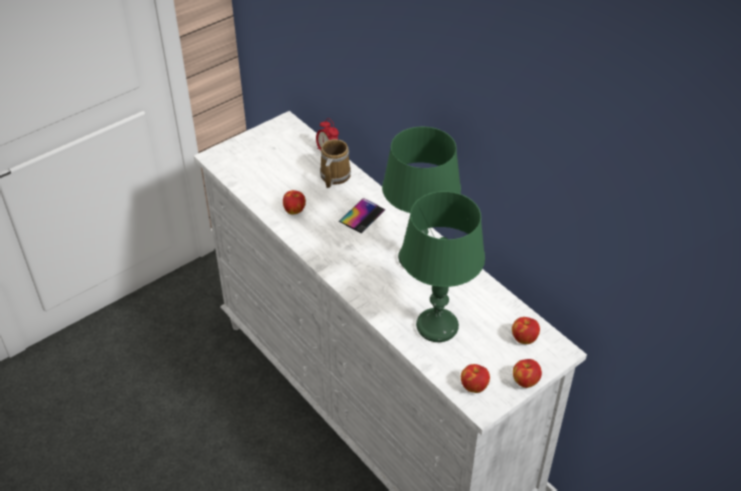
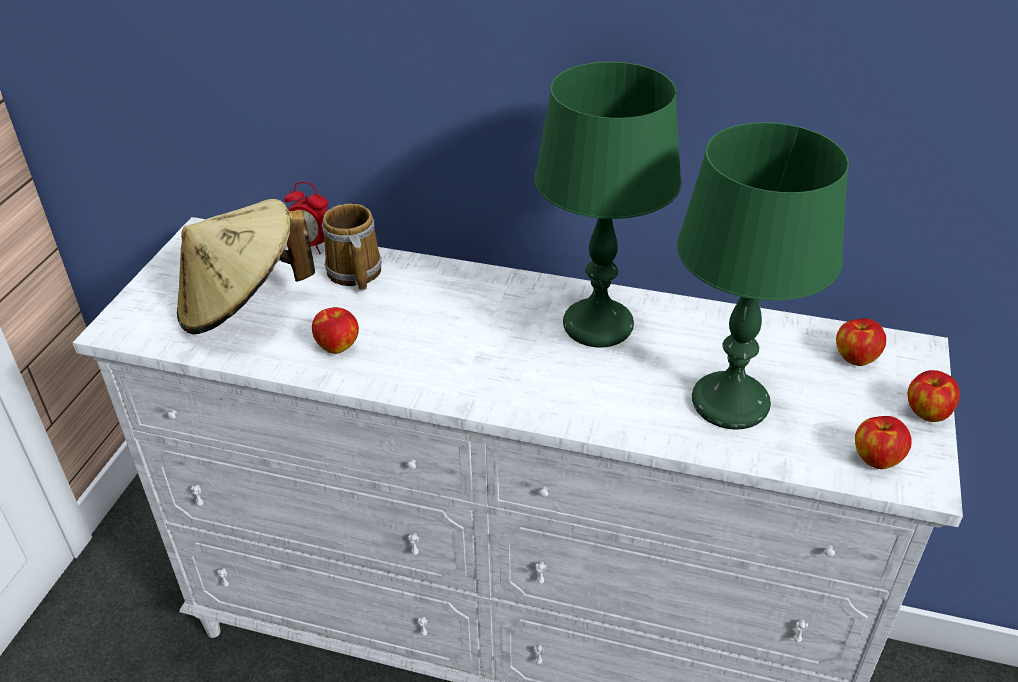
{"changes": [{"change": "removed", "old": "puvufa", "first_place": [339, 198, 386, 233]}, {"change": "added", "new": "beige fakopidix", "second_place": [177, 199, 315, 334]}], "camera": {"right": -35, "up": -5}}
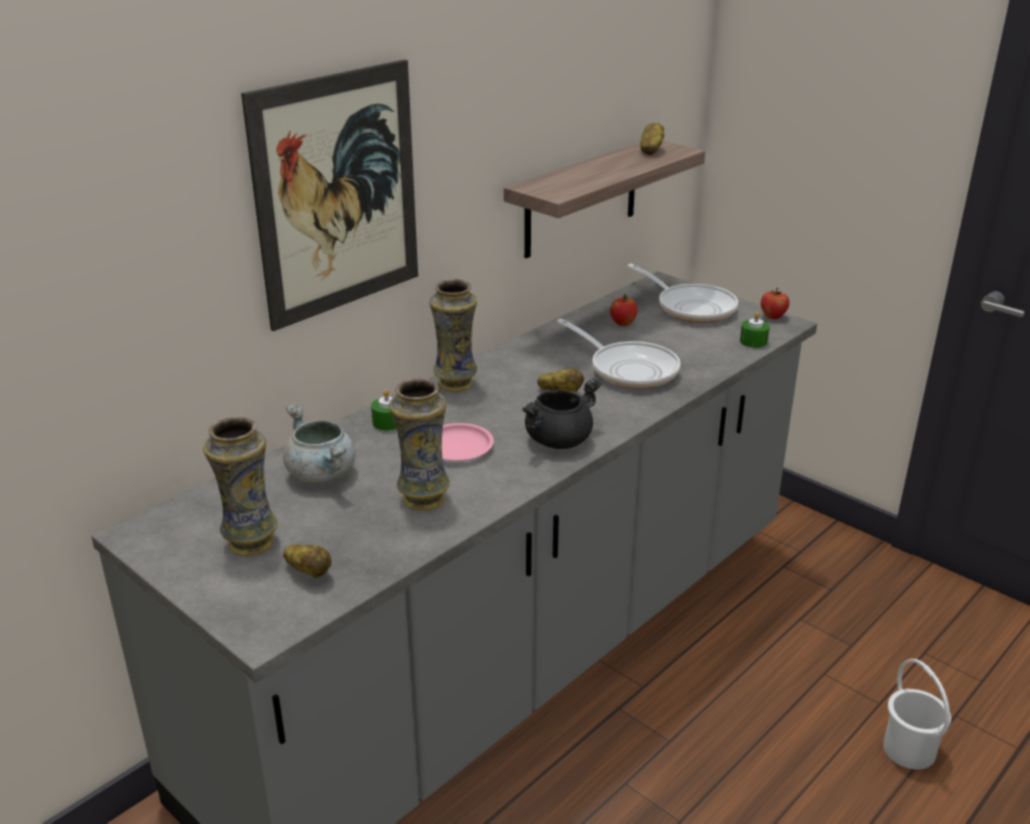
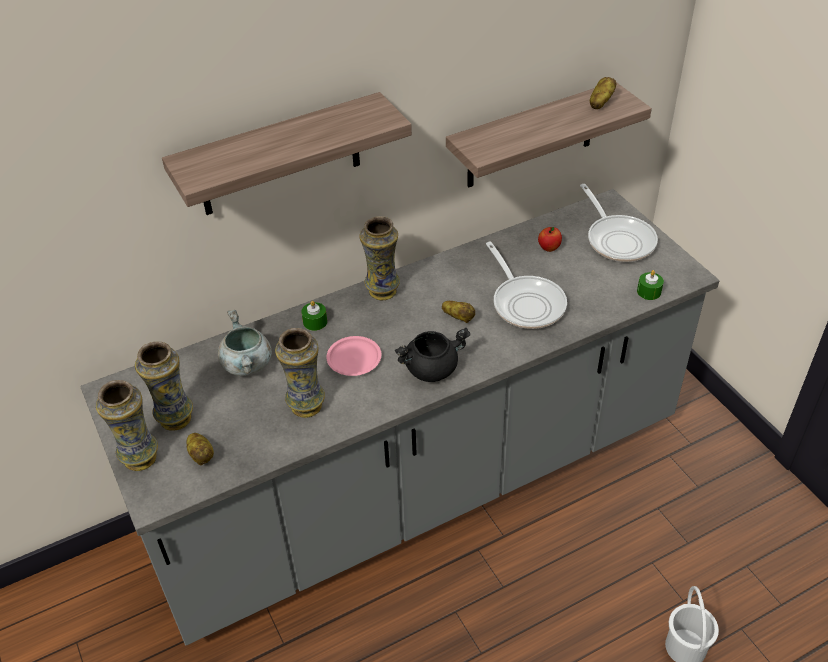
{"changes": [{"change": "replaced", "old": "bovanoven", "new": "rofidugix", "first_place": [241, 59, 418, 331], "second_place": [162, 92, 412, 215]}, {"change": "removed", "old": "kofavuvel", "first_place": [761, 288, 789, 319]}, {"change": "added", "new": "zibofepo", "second_place": [96, 380, 158, 471]}], "camera": {"right": 20, "up": 15}}
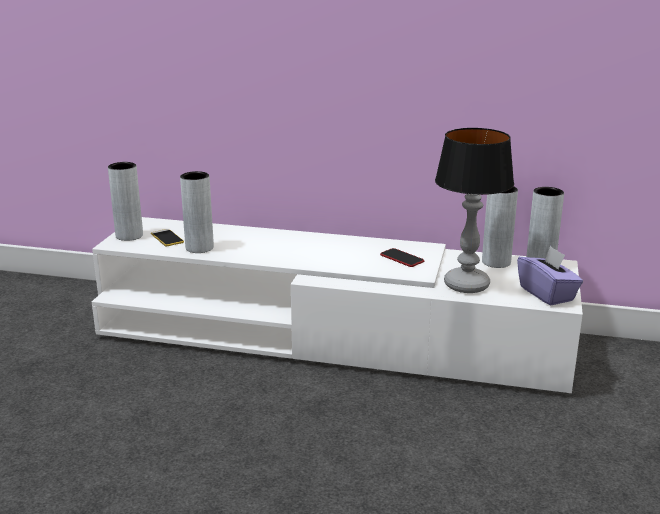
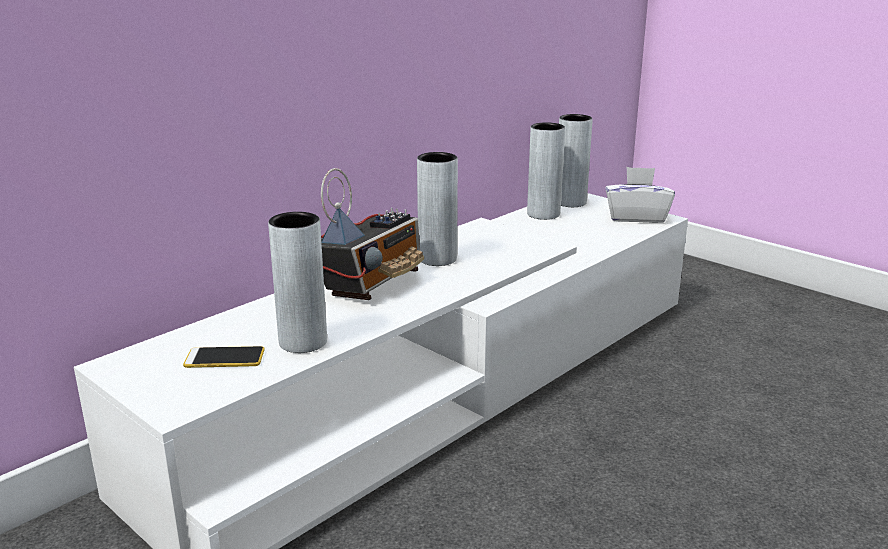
{"changes": [{"change": "moved", "old": "grey zibofepo", "first_place": [108, 162, 143, 241], "second_place": [417, 152, 458, 266]}, {"change": "removed", "old": "puvufa", "first_place": [380, 248, 424, 267]}, {"change": "removed", "old": "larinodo", "first_place": [435, 128, 514, 293]}, {"change": "recoloured", "old": "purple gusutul", "new": "white gusutul", "first_place": [517, 246, 583, 306], "second_place": [605, 167, 675, 223]}, {"change": "added", "new": "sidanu", "second_place": [321, 168, 424, 300]}], "camera": {"right": -60, "up": 0}}
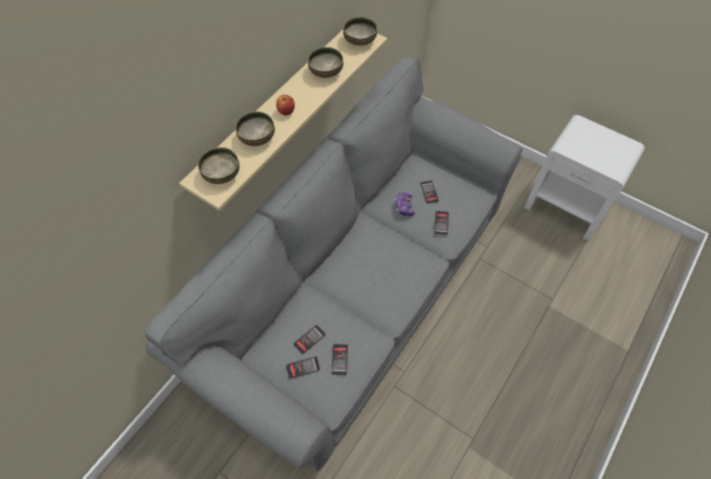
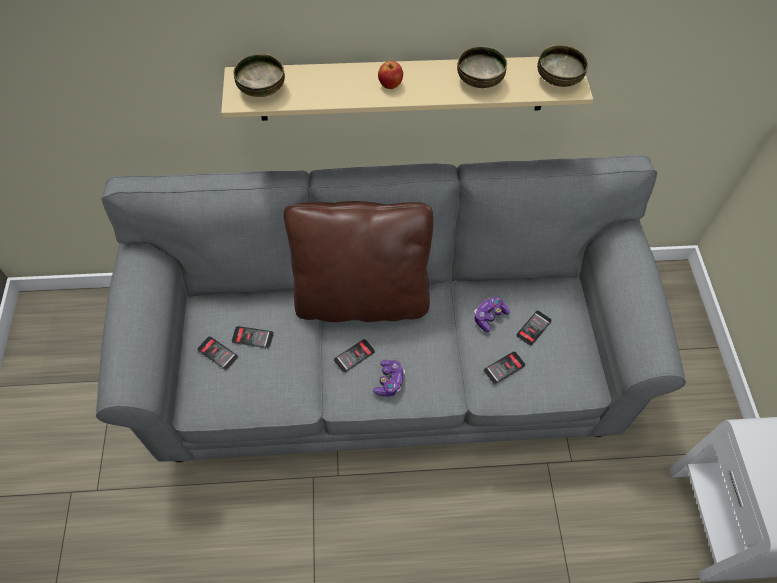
{"changes": [{"change": "removed", "old": "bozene", "first_place": [235, 112, 275, 146]}, {"change": "moved", "old": "puvufa", "first_place": [331, 344, 348, 375], "second_place": [333, 339, 375, 373]}, {"change": "added", "new": "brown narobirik", "second_place": [284, 201, 433, 322]}, {"change": "added", "new": "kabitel", "second_place": [373, 360, 405, 396]}], "camera": {"right": 50, "up": 0}}
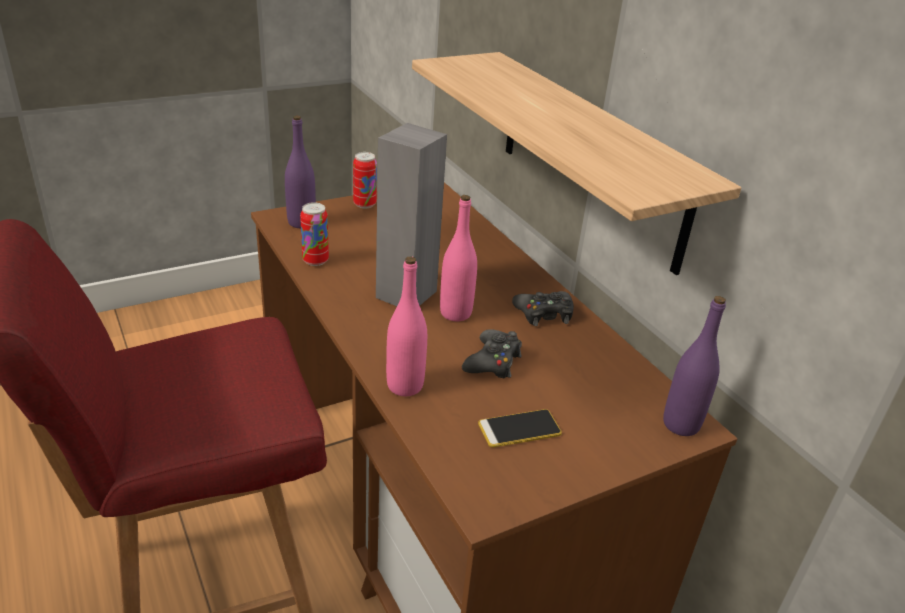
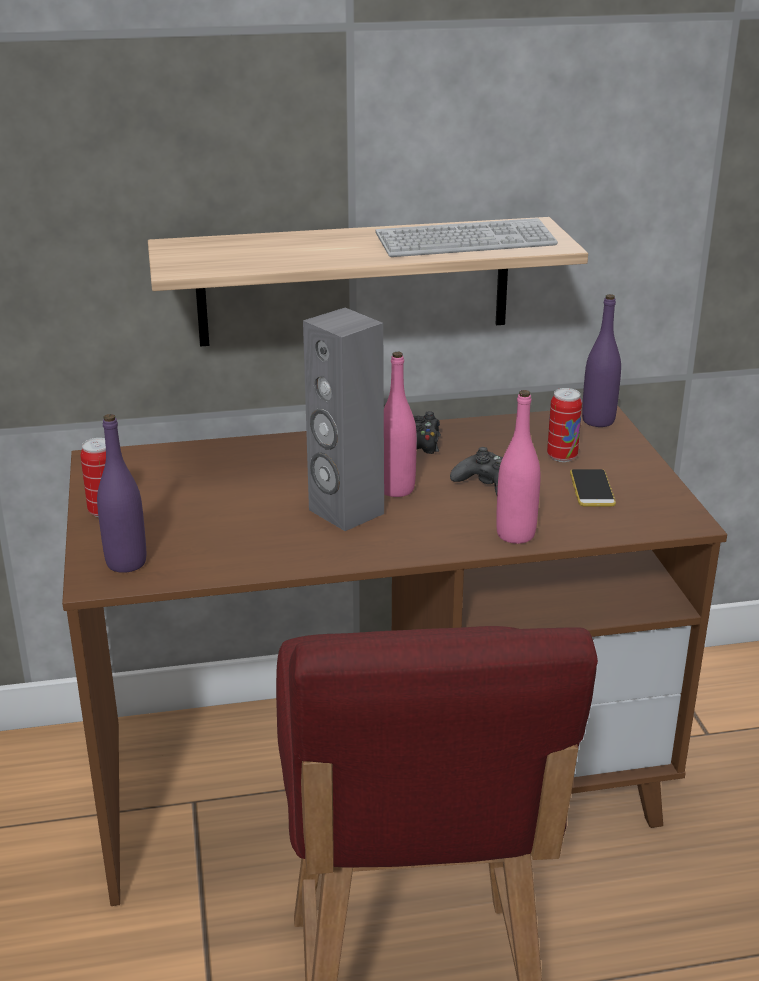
{"changes": [{"change": "moved", "old": "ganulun", "first_place": [300, 202, 329, 266], "second_place": [547, 388, 582, 462]}, {"change": "added", "new": "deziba", "second_place": [375, 218, 558, 257]}], "camera": {"right": -70, "up": -5}}
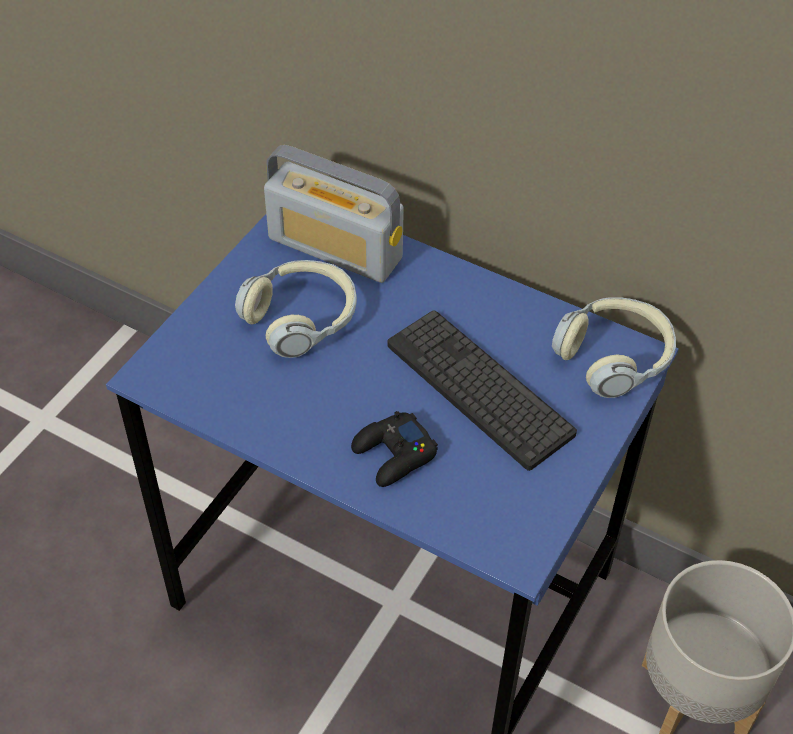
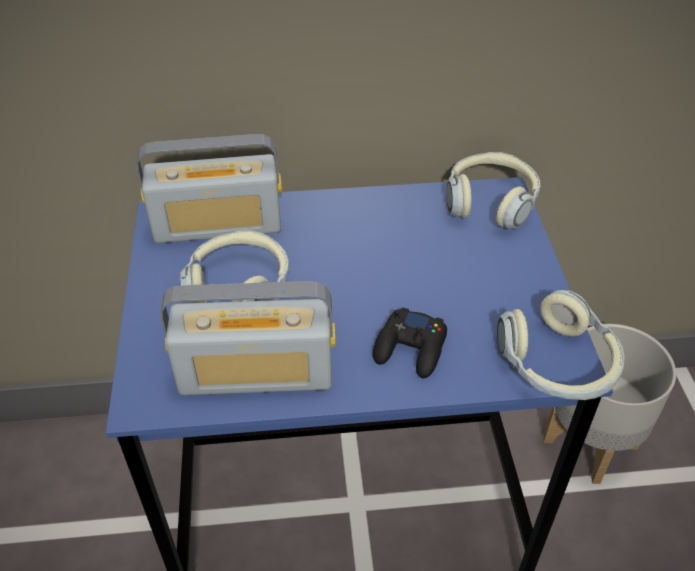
{"changes": [{"change": "removed", "old": "deziba", "first_place": [387, 310, 577, 471]}, {"change": "added", "new": "sidanu", "second_place": [160, 281, 335, 395]}, {"change": "added", "new": "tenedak", "second_place": [497, 290, 625, 400]}], "camera": {"right": -35, "up": -5}}
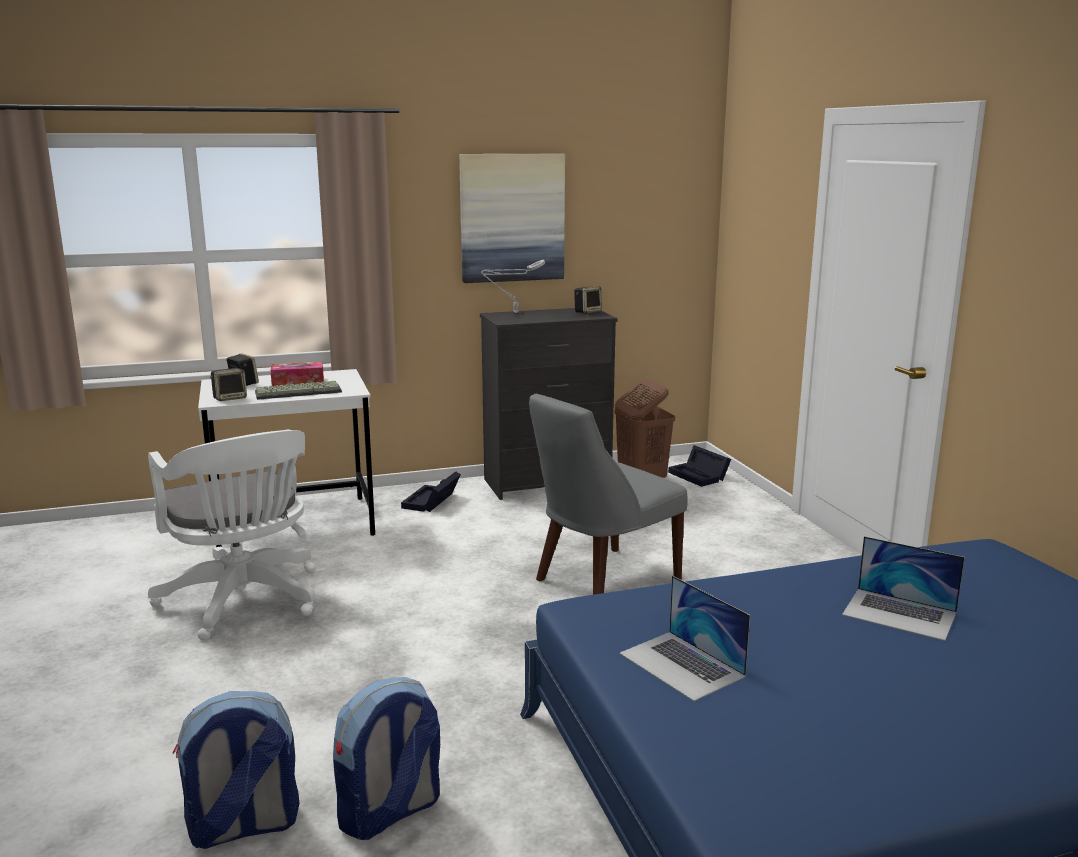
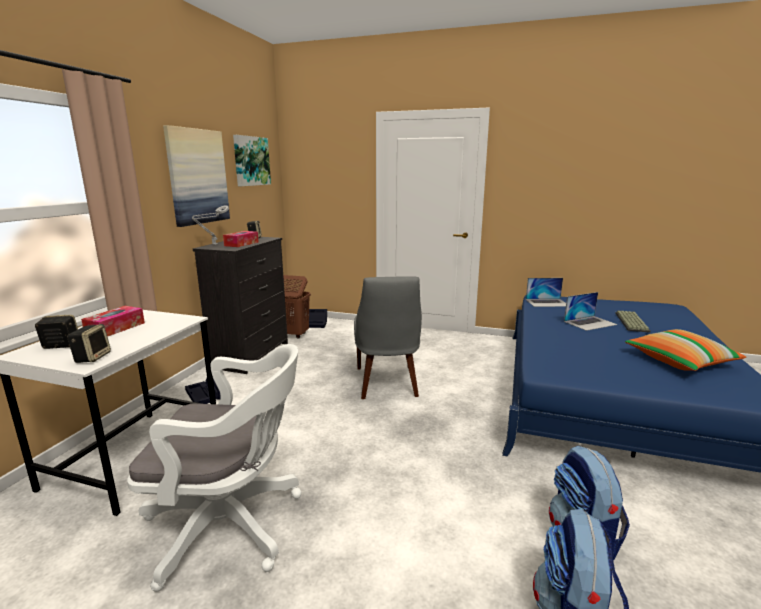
{"changes": [{"change": "moved", "old": "deziba", "first_place": [255, 381, 342, 400], "second_place": [615, 310, 651, 333]}, {"change": "moved", "old": "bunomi", "first_place": [619, 576, 750, 701], "second_place": [526, 278, 566, 307]}, {"change": "added", "new": "gusutul", "second_place": [223, 231, 259, 247]}, {"change": "added", "new": "bovanoven", "second_place": [233, 135, 271, 186]}, {"change": "added", "new": "narobirik", "second_place": [625, 329, 746, 371]}], "camera": {"right": -55, "up": 0}}
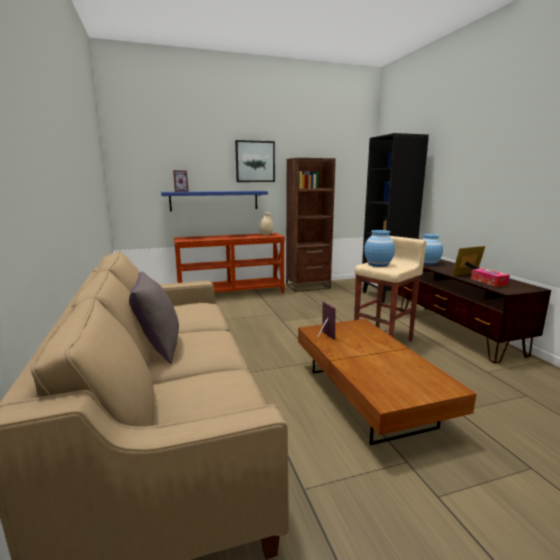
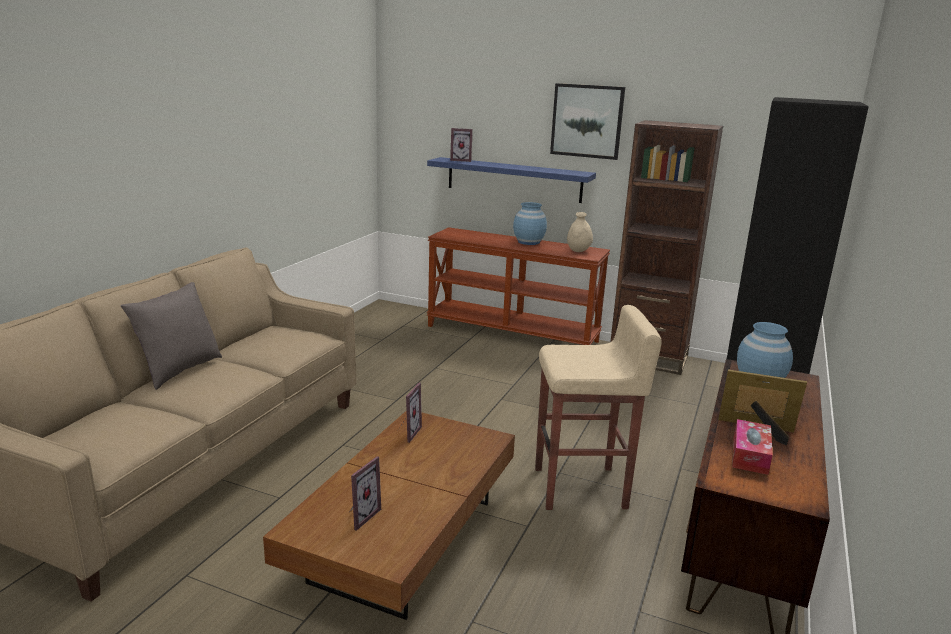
{"changes": [{"change": "moved", "old": "blue zibofepo", "first_place": [364, 230, 395, 267], "second_place": [513, 202, 547, 245]}, {"change": "added", "new": "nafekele", "second_place": [350, 456, 381, 531]}], "camera": {"right": 40, "up": 5}}
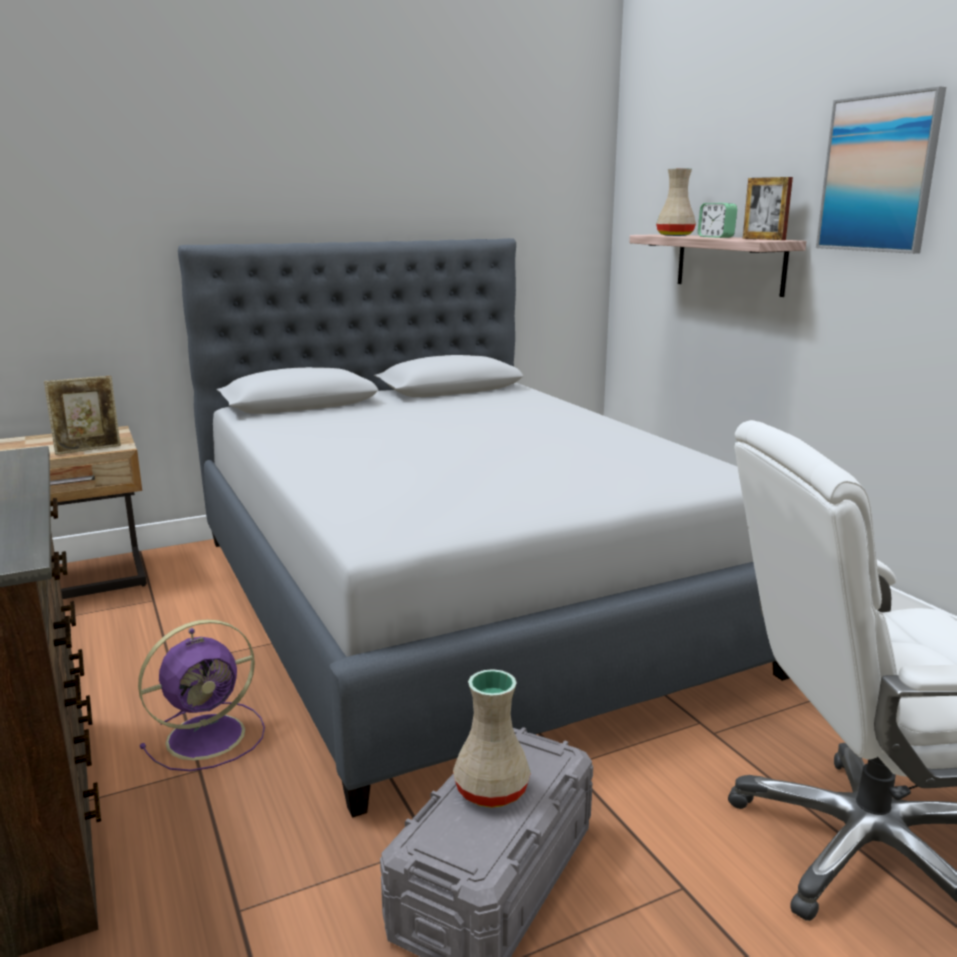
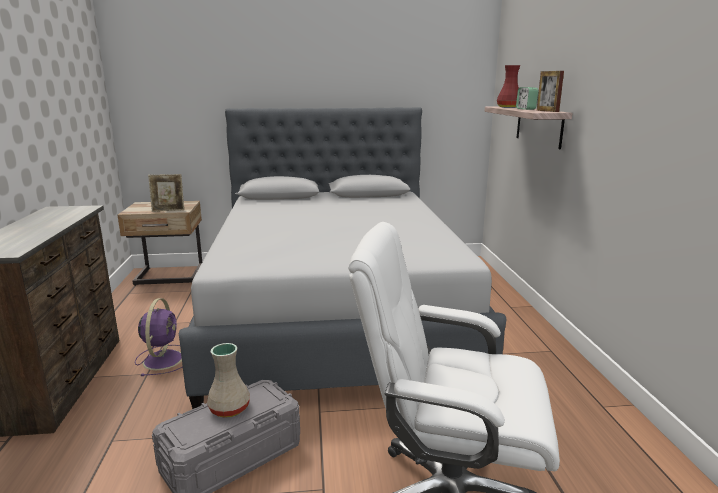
{"changes": [{"change": "turned", "old": "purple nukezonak", "first_place": [138, 619, 265, 771], "second_place": [135, 298, 183, 376], "degrees": -75}, {"change": "recoloured", "old": "beige zibofepo", "new": "red zibofepo", "first_place": [656, 169, 696, 236], "second_place": [497, 65, 520, 108]}, {"change": "removed", "old": "bovanoven", "first_place": [816, 86, 946, 254]}], "camera": {"right": 20, "up": 0}}
